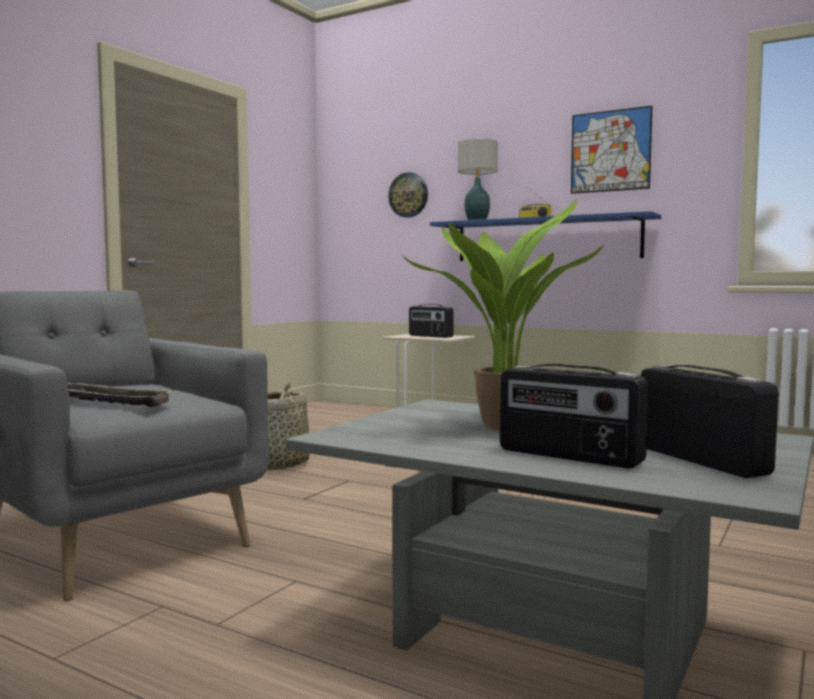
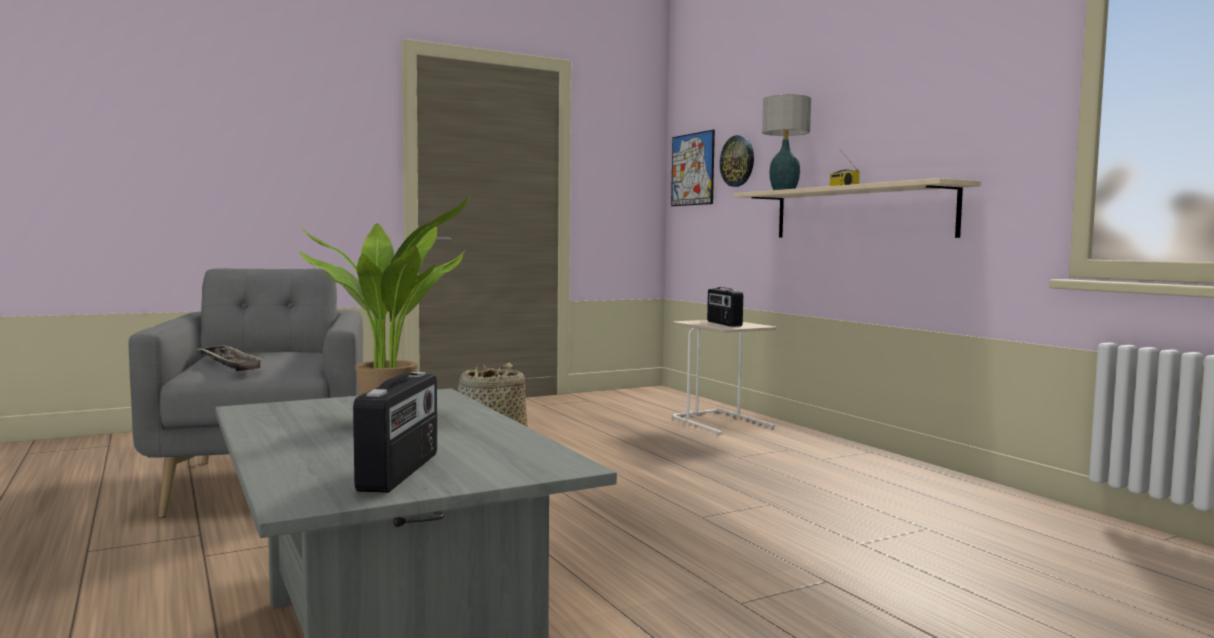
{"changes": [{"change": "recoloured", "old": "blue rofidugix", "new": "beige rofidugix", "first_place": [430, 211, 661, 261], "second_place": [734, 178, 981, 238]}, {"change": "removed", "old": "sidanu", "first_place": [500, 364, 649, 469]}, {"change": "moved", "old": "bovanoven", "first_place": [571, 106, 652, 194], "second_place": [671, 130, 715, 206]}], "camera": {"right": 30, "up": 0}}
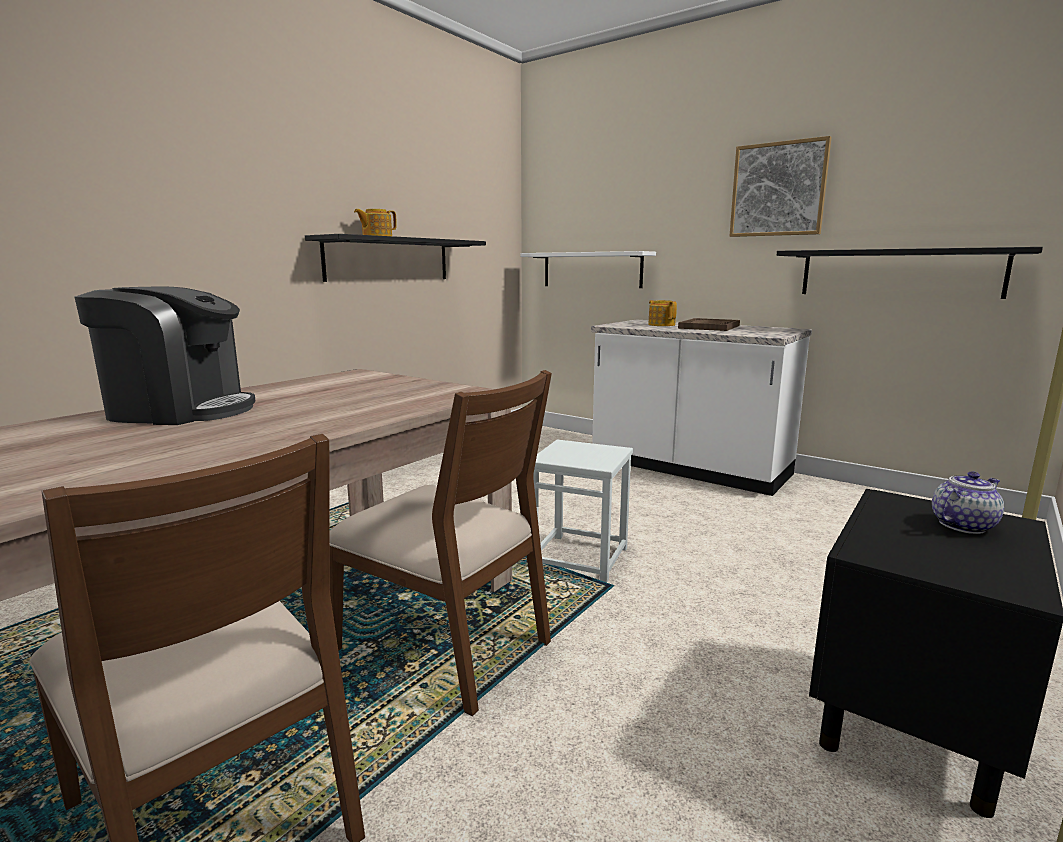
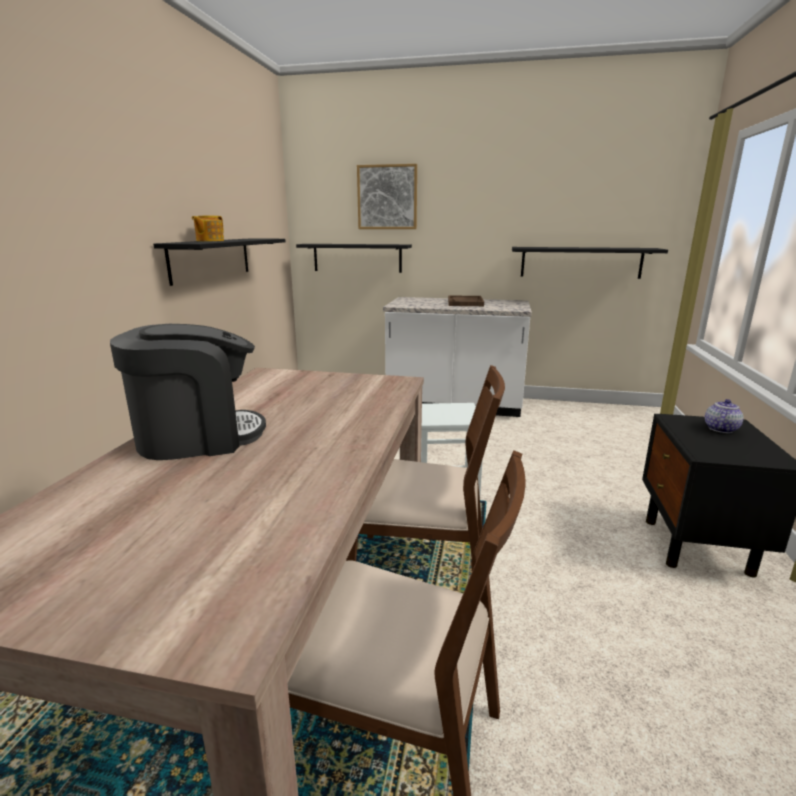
{"changes": [{"change": "recoloured", "old": "white rofidugix", "new": "black rofidugix", "first_place": [520, 251, 656, 288], "second_place": [296, 244, 412, 273]}, {"change": "removed", "old": "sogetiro", "first_place": [648, 300, 677, 326]}, {"change": "moved", "old": "bovanoven", "first_place": [730, 136, 832, 237], "second_place": [357, 164, 417, 229]}], "camera": {"right": -25, "up": 5}}
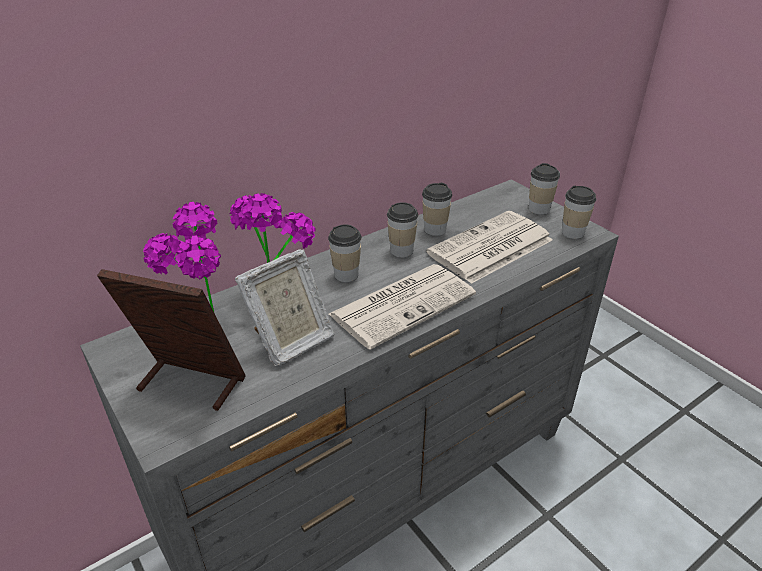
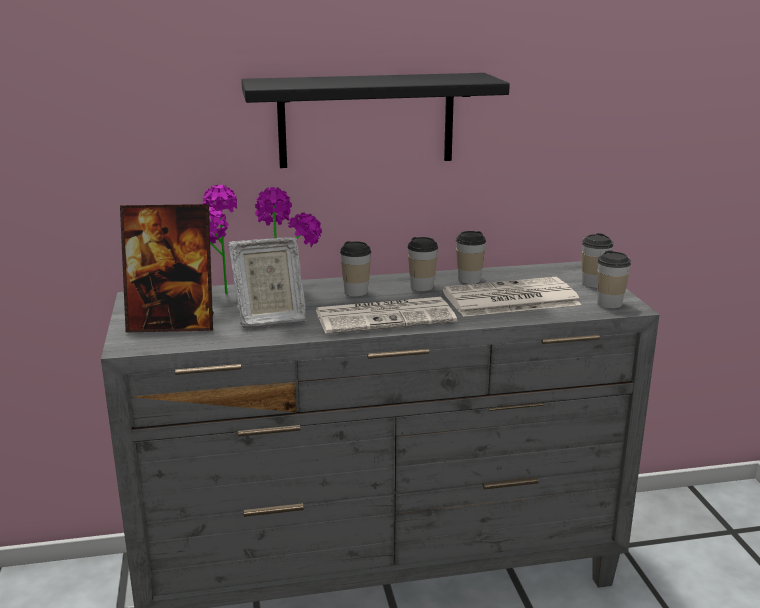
{"changes": [{"change": "turned", "old": "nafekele", "first_place": [97, 269, 246, 411], "second_place": [120, 204, 214, 332], "degrees": 135}, {"change": "added", "new": "black rofidugix", "second_place": [241, 73, 510, 168]}], "camera": {"right": 25, "up": -15}}
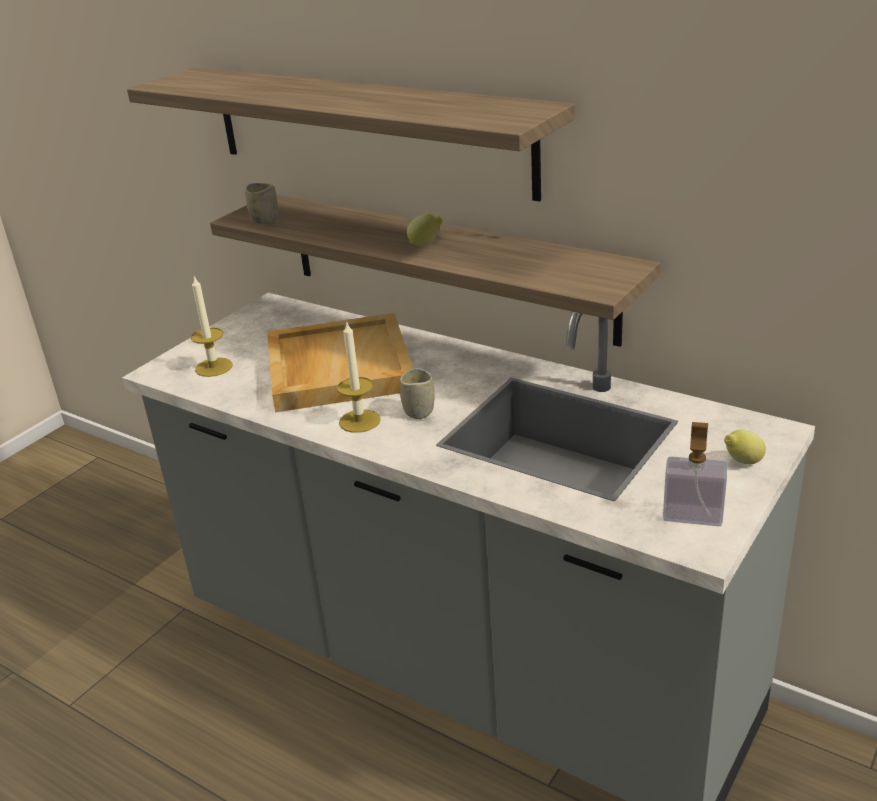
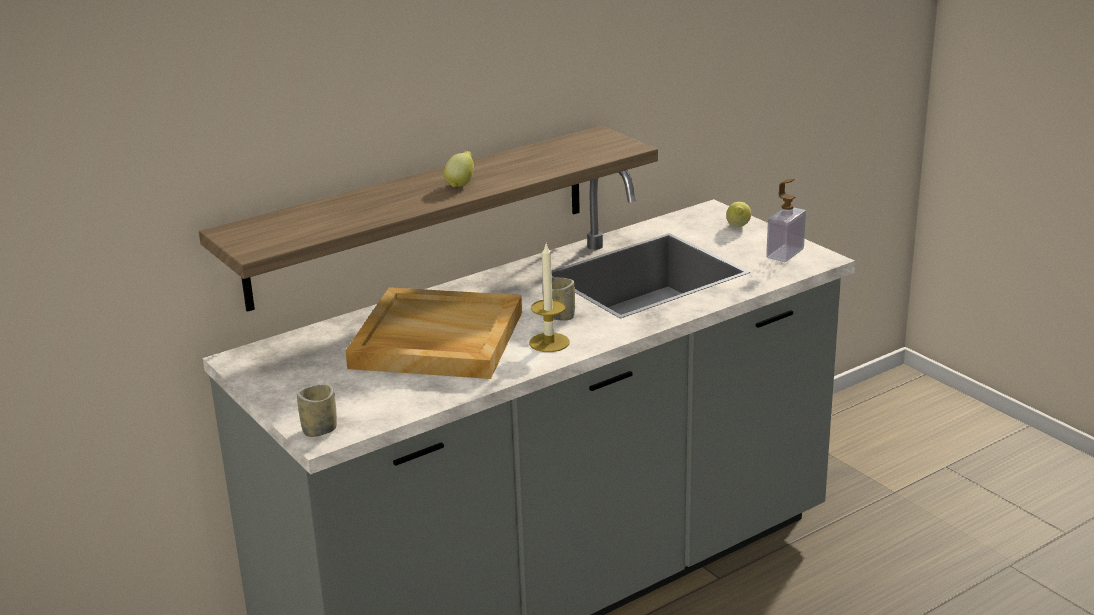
{"changes": [{"change": "removed", "old": "rofidugix", "first_place": [127, 67, 575, 202]}, {"change": "removed", "old": "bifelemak", "first_place": [191, 276, 233, 377]}, {"change": "moved", "old": "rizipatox", "first_place": [245, 183, 279, 224], "second_place": [297, 384, 337, 437]}], "camera": {"right": -70, "up": -5}}
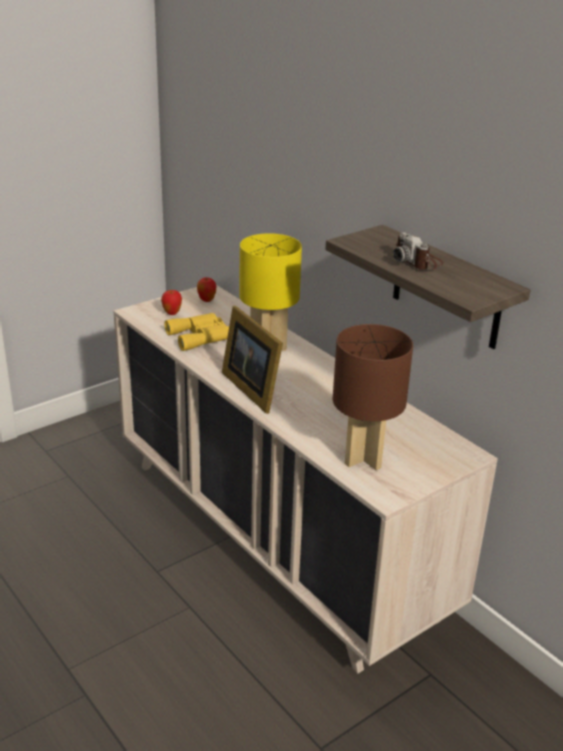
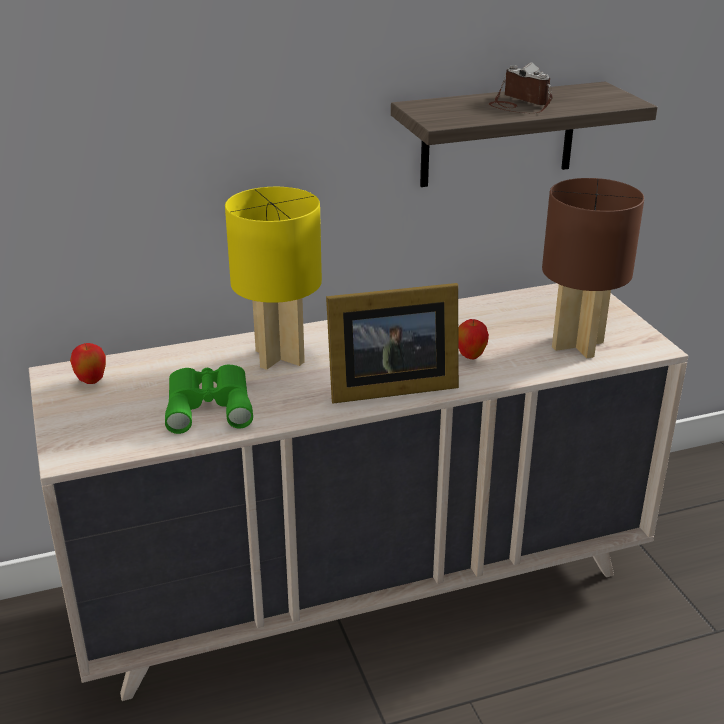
{"changes": [{"change": "moved", "old": "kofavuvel", "first_place": [161, 290, 182, 315], "second_place": [458, 319, 489, 359]}, {"change": "recoloured", "old": "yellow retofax", "new": "green retofax", "first_place": [164, 313, 229, 351], "second_place": [165, 365, 253, 434]}, {"change": "turned", "old": "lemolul", "first_place": [393, 232, 444, 270], "second_place": [489, 62, 553, 113], "degrees": -120}], "camera": {"right": -70, "up": 0}}
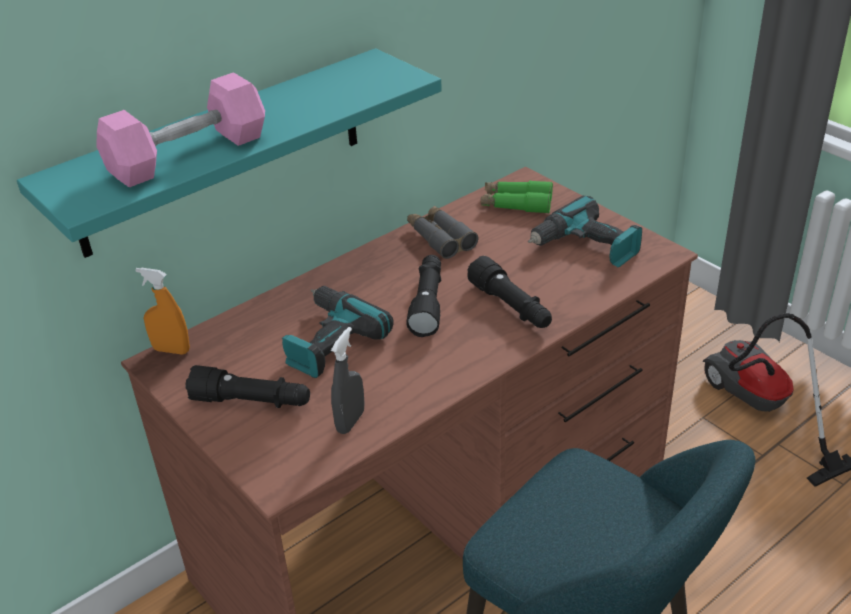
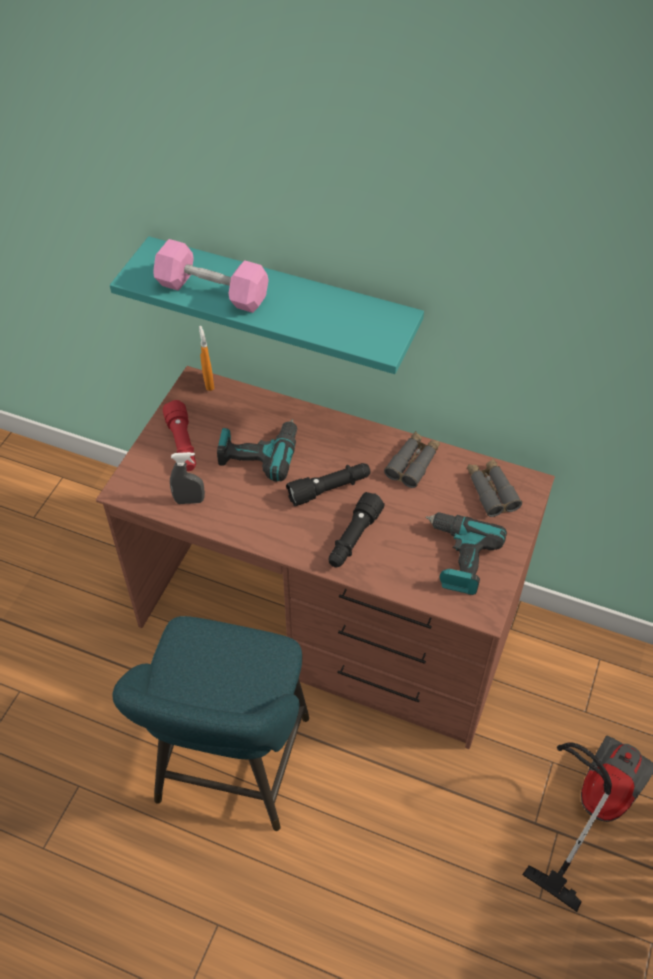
{"changes": [{"change": "recoloured", "old": "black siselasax", "new": "red siselasax", "first_place": [185, 365, 310, 408], "second_place": [163, 400, 196, 471]}, {"change": "recoloured", "old": "green retofax", "new": "grey retofax", "first_place": [481, 181, 553, 213], "second_place": [467, 458, 522, 517]}], "camera": {"right": 60, "up": 15}}
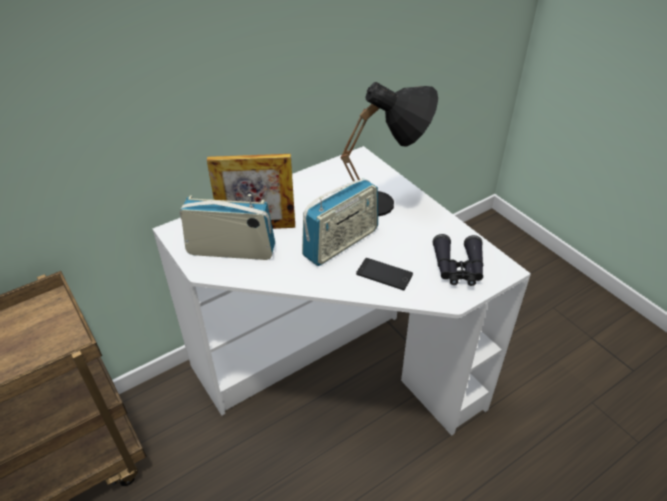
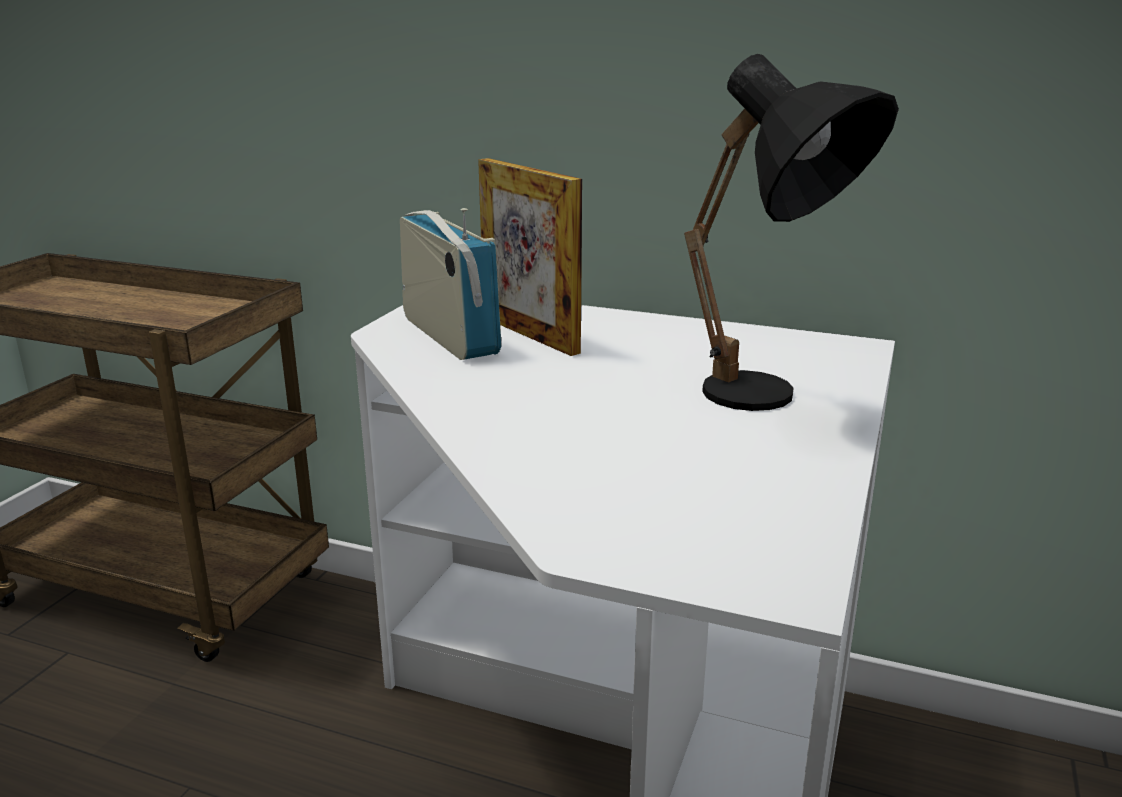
{"changes": [{"change": "removed", "old": "sidanu", "first_place": [302, 178, 378, 266]}, {"change": "removed", "old": "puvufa", "first_place": [356, 258, 413, 291]}, {"change": "removed", "old": "black retofax", "first_place": [433, 234, 483, 286]}], "camera": {"right": 55, "up": -20}}
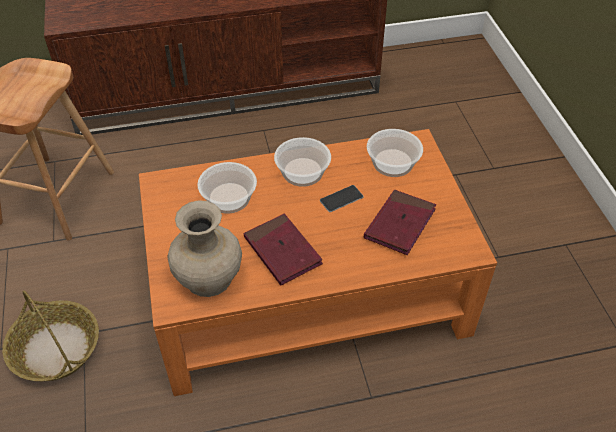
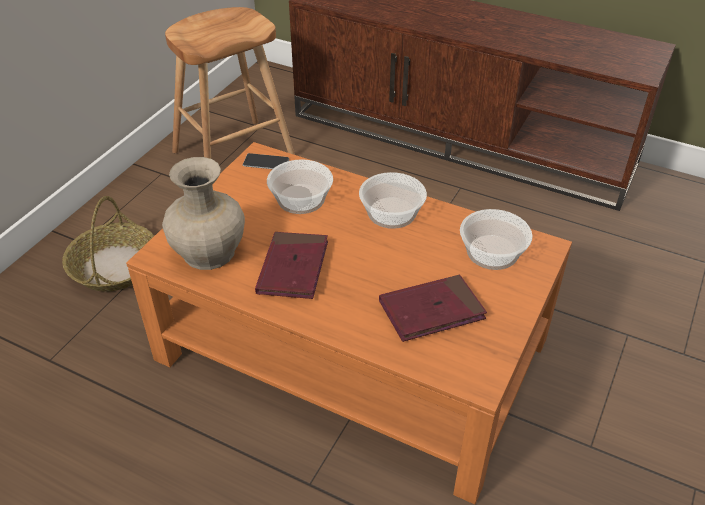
{"changes": [{"change": "moved", "old": "puvufa", "first_place": [320, 185, 364, 212], "second_place": [243, 153, 289, 169]}], "camera": {"right": 40, "up": -5}}
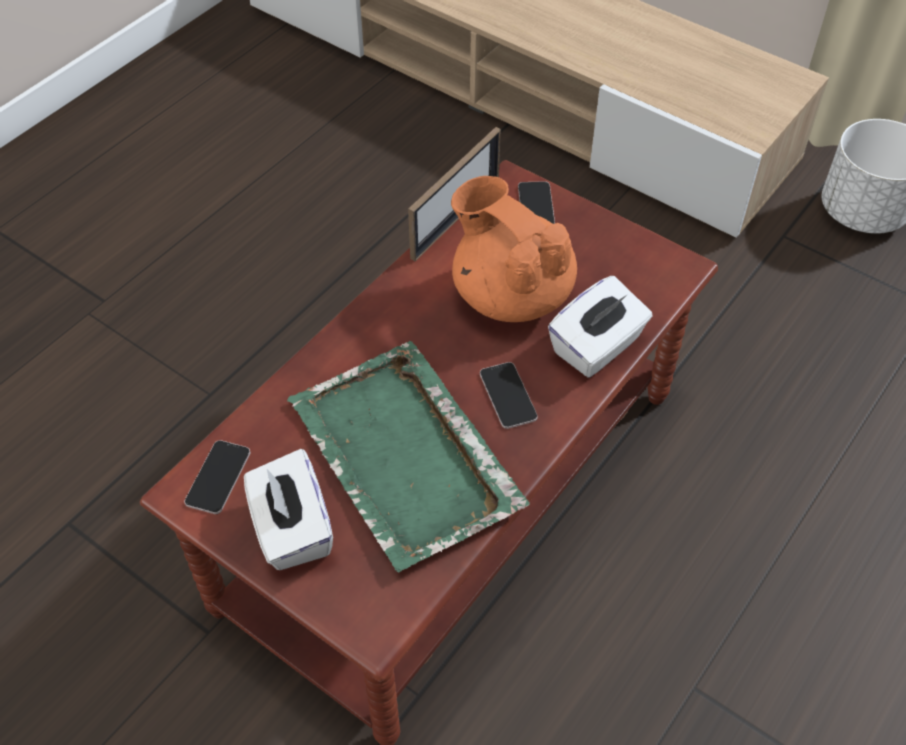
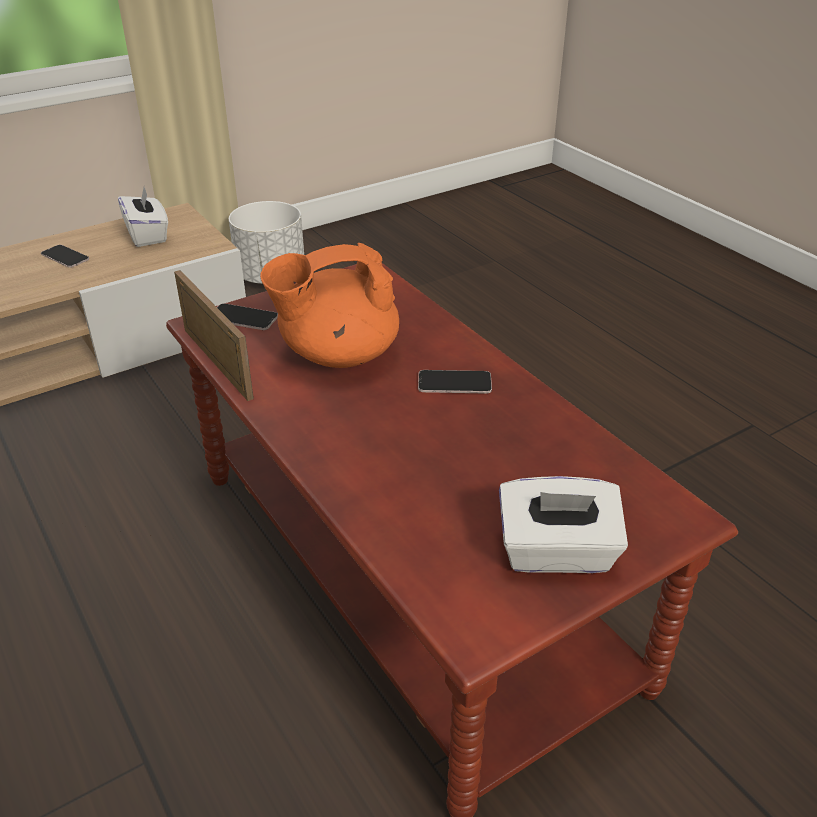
{"changes": [{"change": "moved", "old": "puvufa", "first_place": [184, 440, 250, 514], "second_place": [41, 245, 89, 268]}, {"change": "removed", "old": "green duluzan", "first_place": [287, 341, 530, 573]}, {"change": "moved", "old": "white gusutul", "first_place": [548, 276, 653, 377], "second_place": [118, 187, 168, 247]}], "camera": {"right": -70, "up": -15}}
